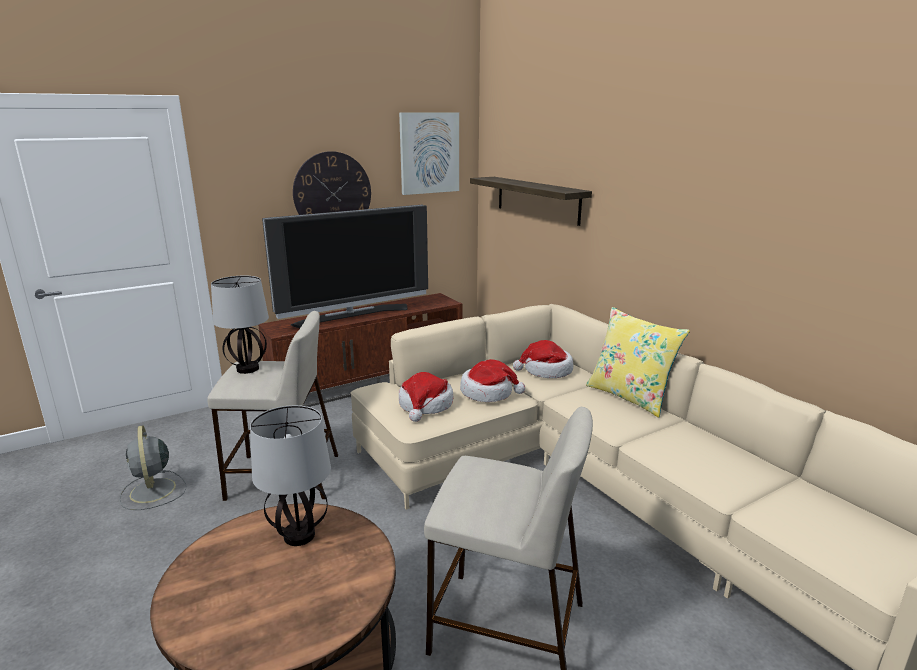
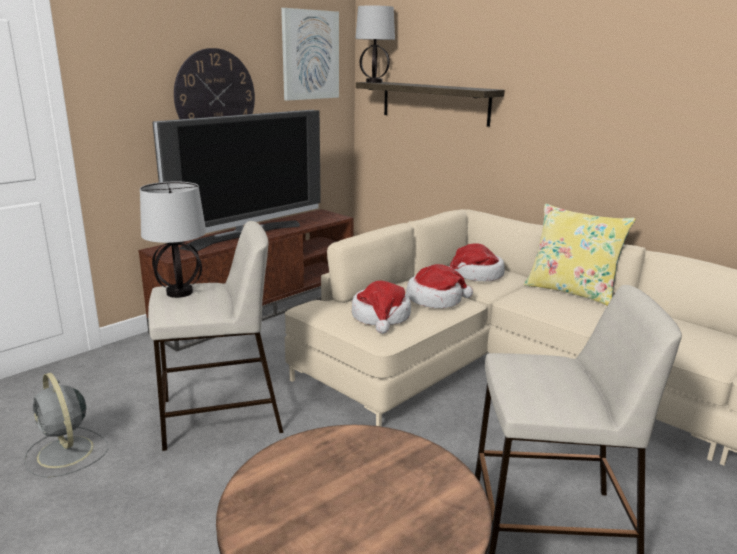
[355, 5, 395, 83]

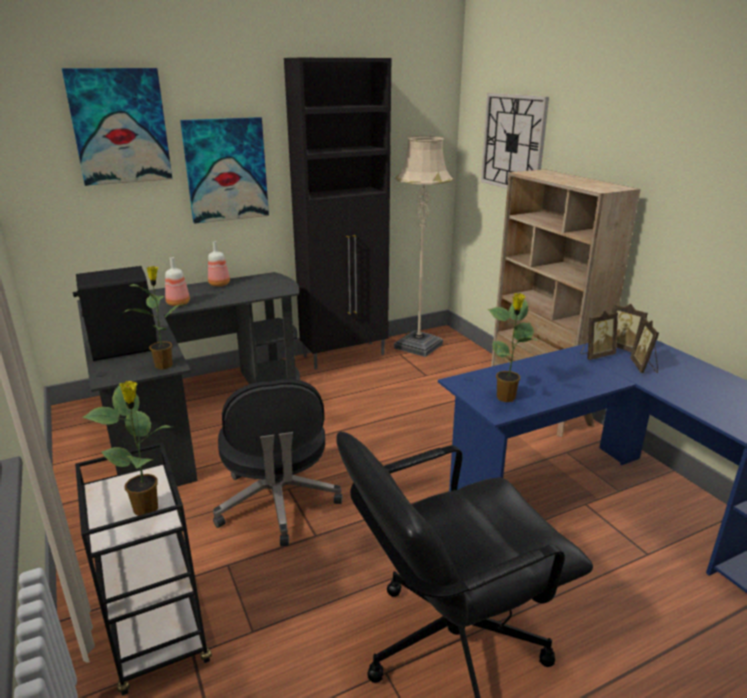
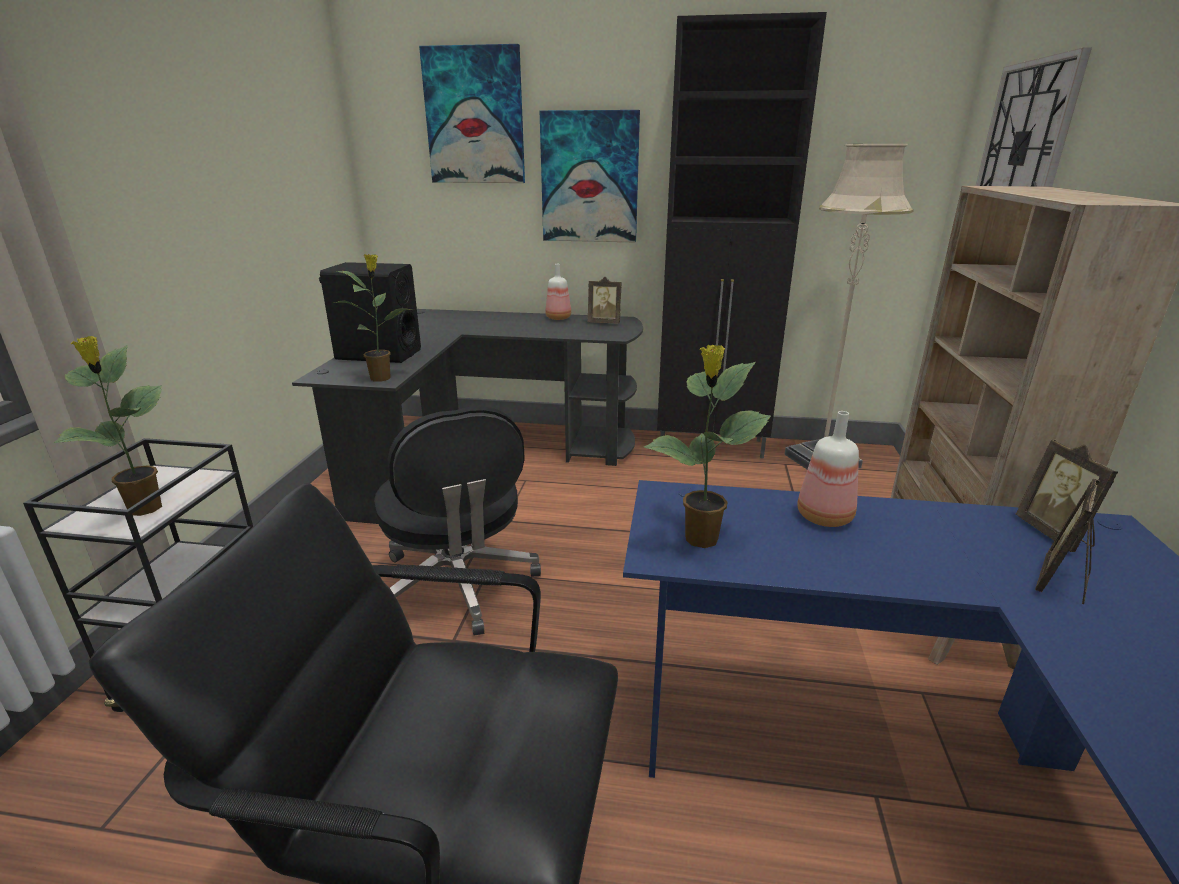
[374, 406, 541, 636]
[588, 277, 621, 324]
[797, 411, 859, 527]

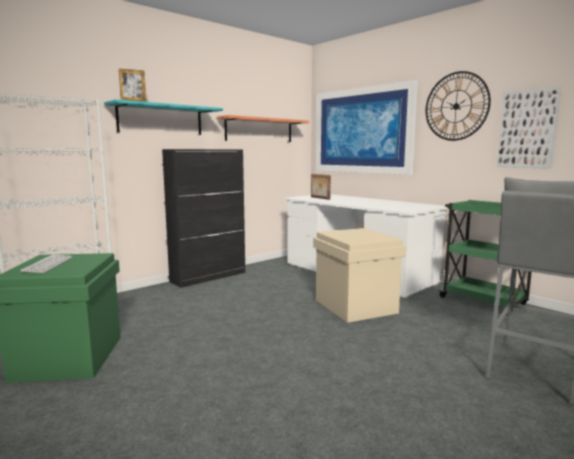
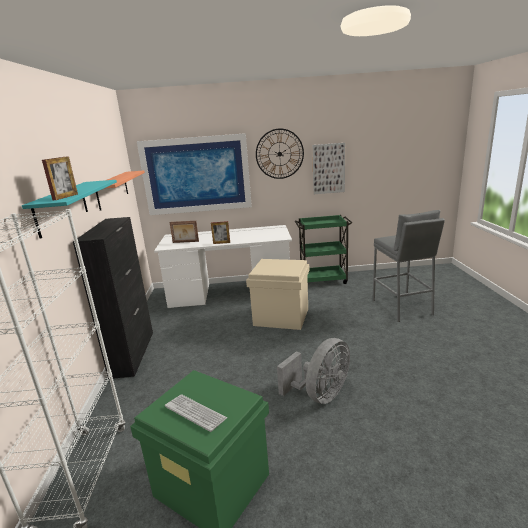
[211, 221, 230, 244]
[277, 338, 350, 404]

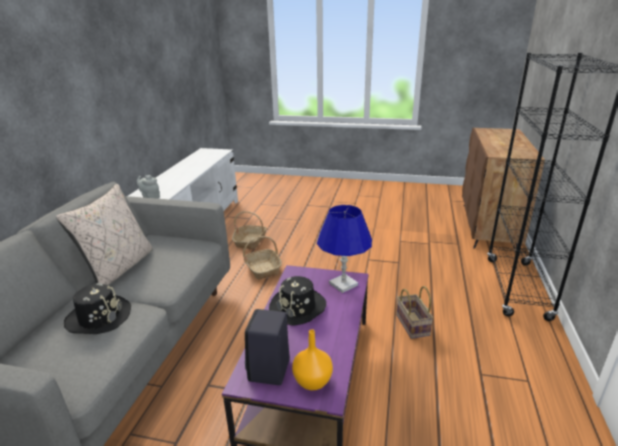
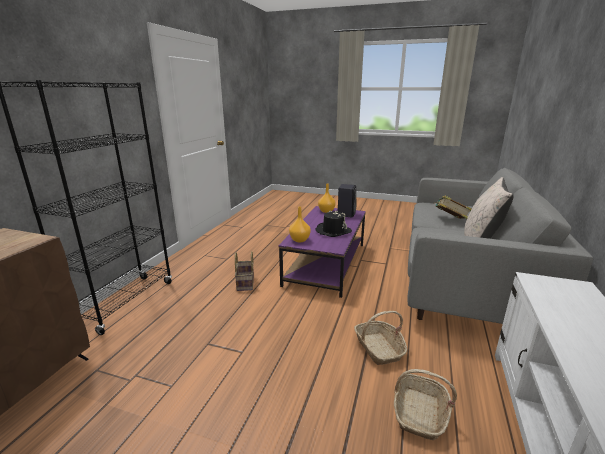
[289, 207, 311, 242]
[435, 196, 472, 219]
[137, 175, 160, 199] (first image)

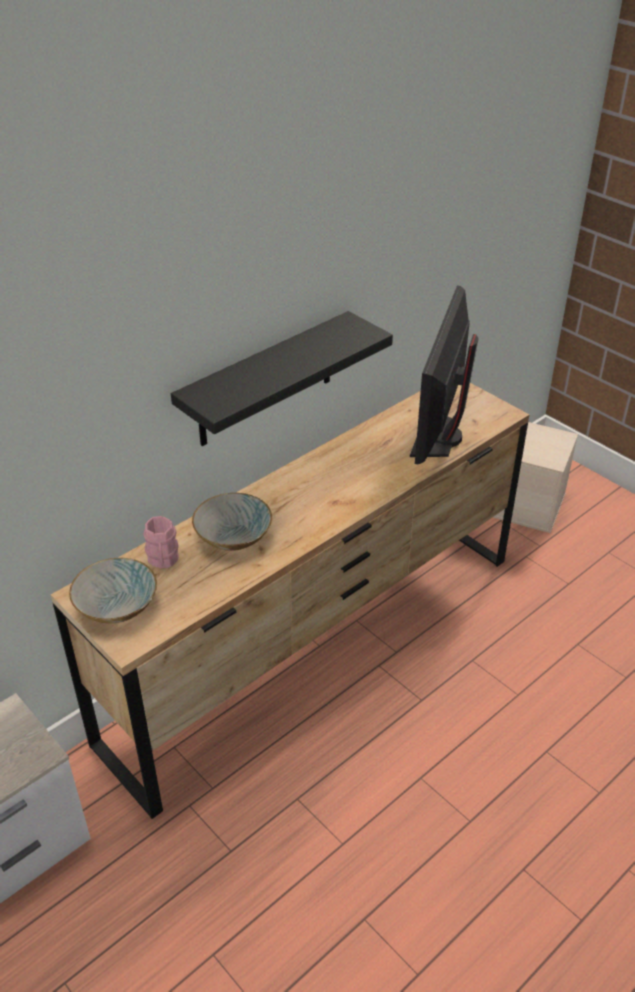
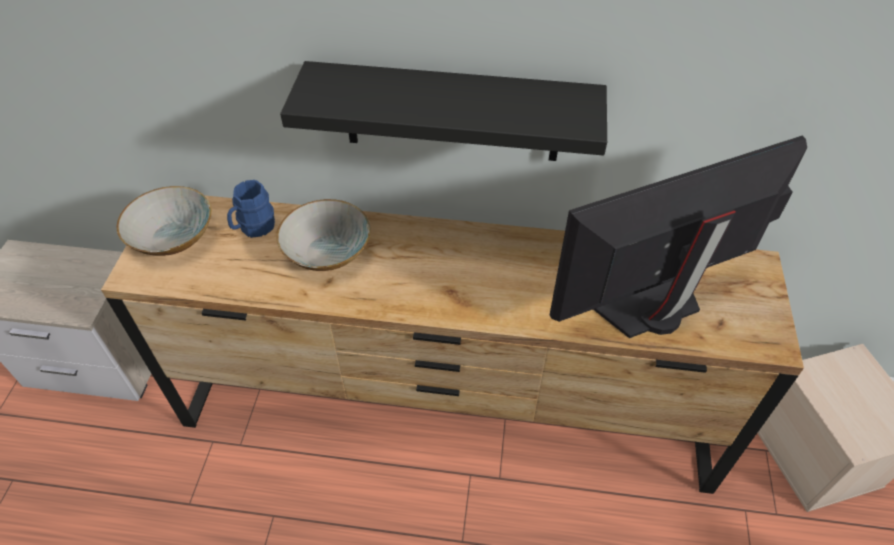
[227, 180, 275, 238]

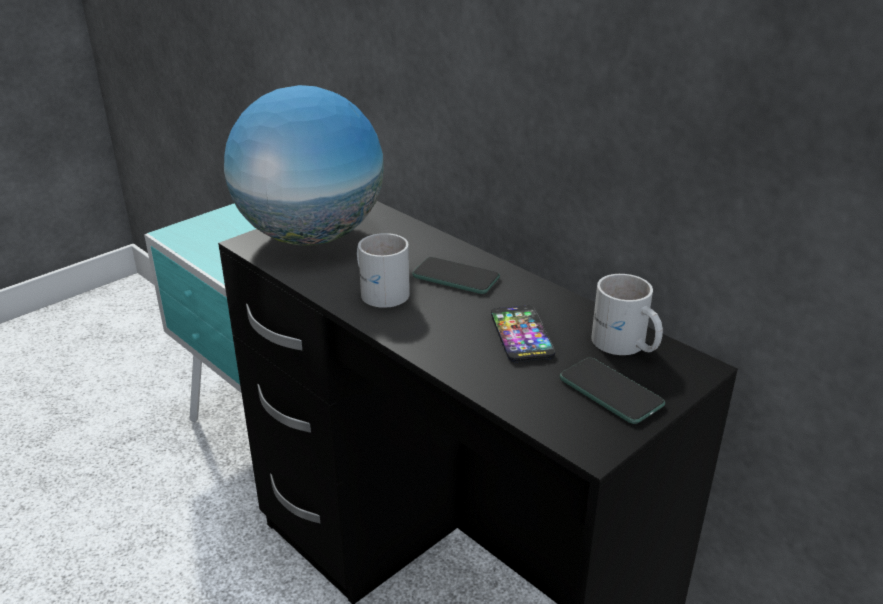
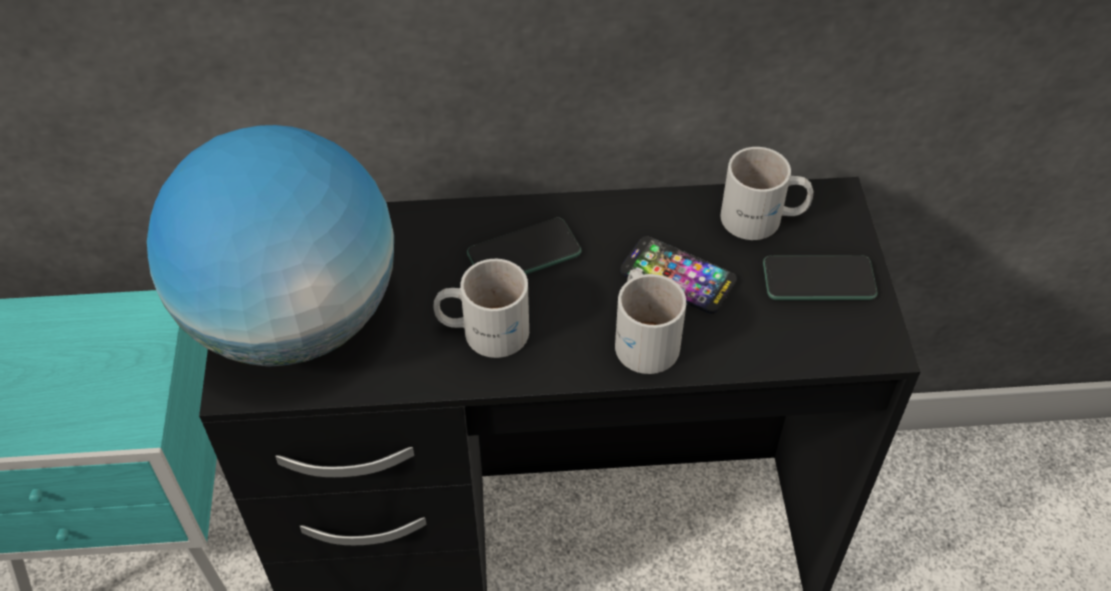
[615, 269, 686, 374]

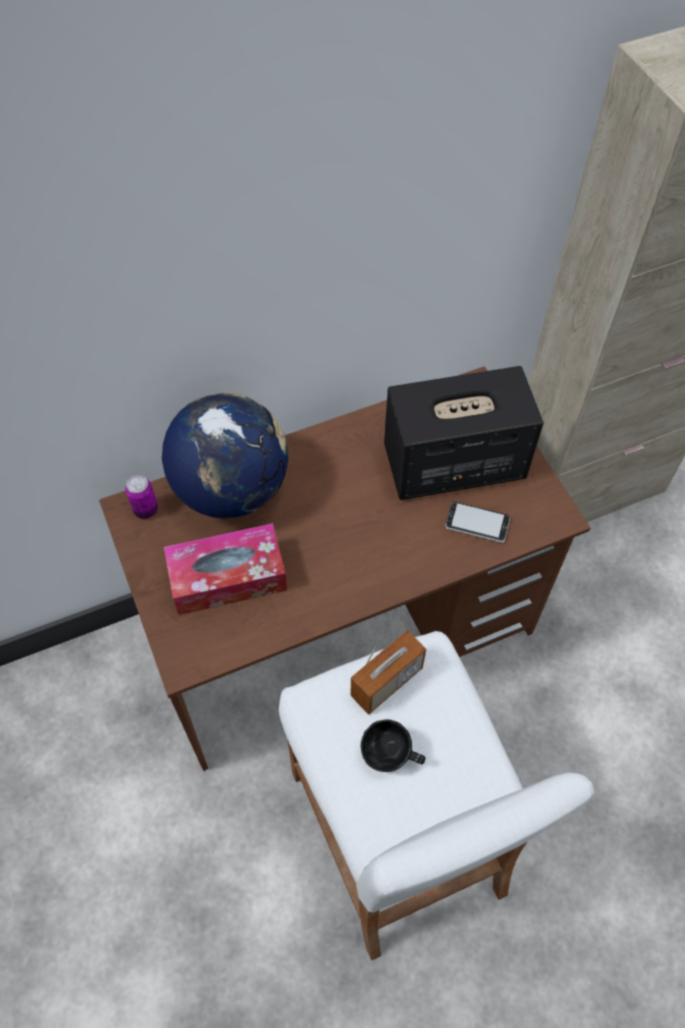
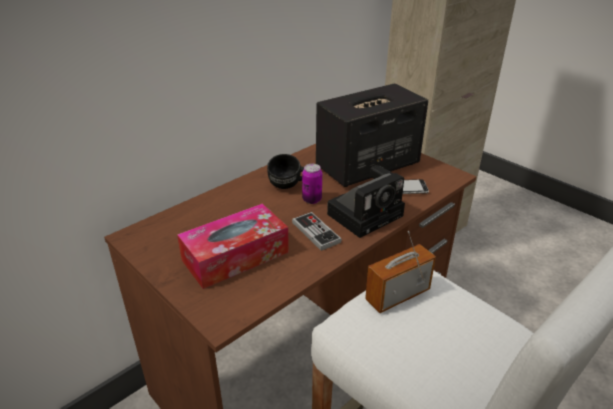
[267, 154, 304, 189]
[292, 212, 342, 251]
[302, 164, 322, 204]
[327, 165, 405, 238]
[365, 231, 436, 313]
[162, 393, 288, 519] (first image)

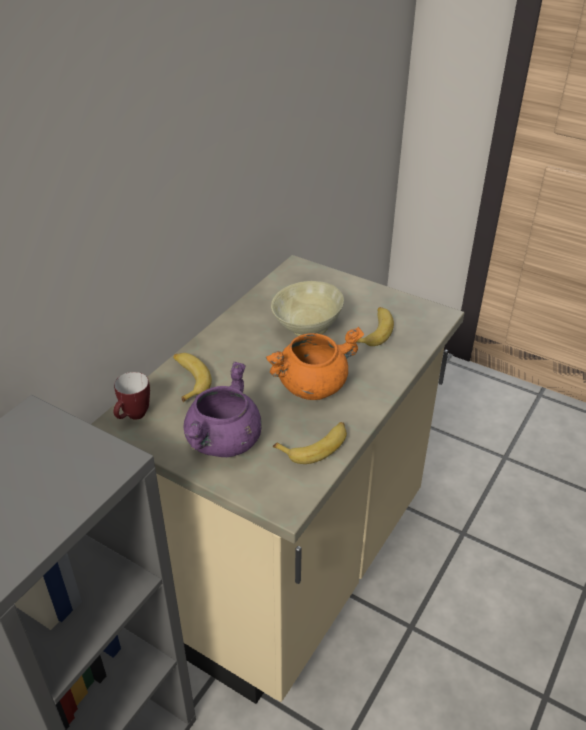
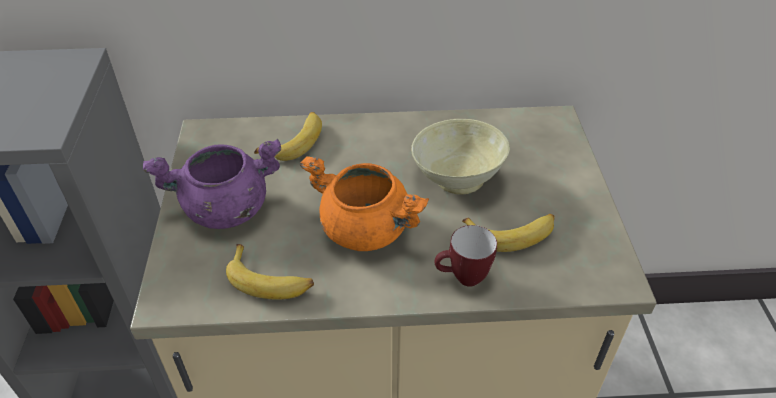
[435, 225, 497, 287]

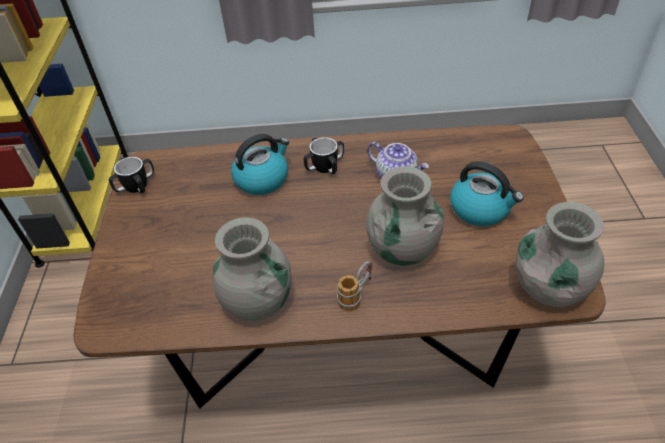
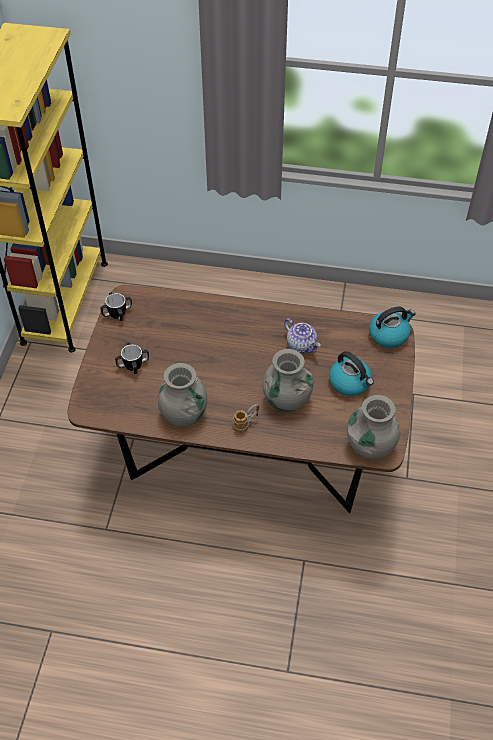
[115, 343, 149, 374]
[369, 306, 415, 348]

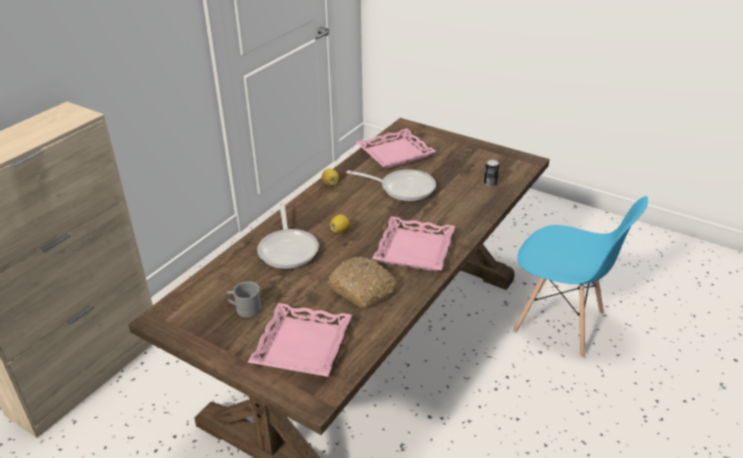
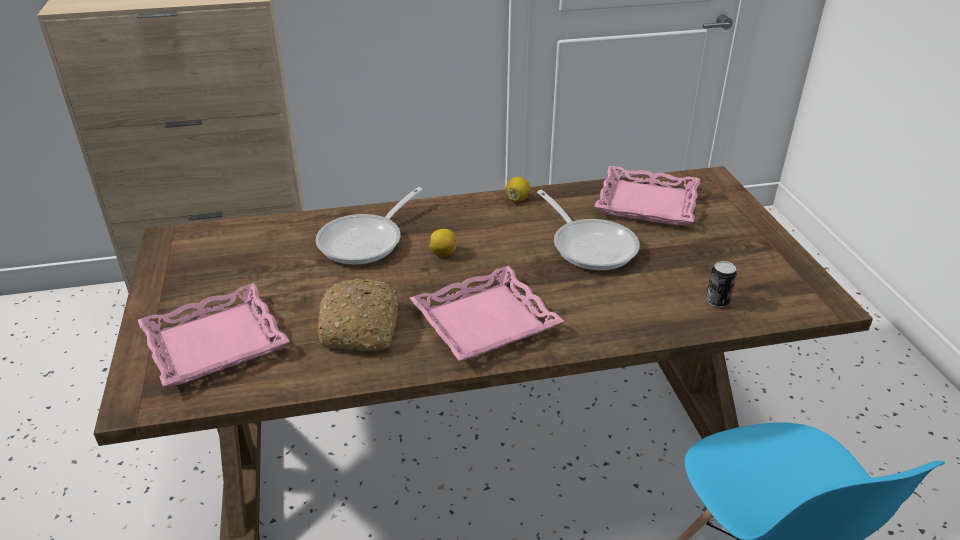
[226, 282, 262, 318] (first image)

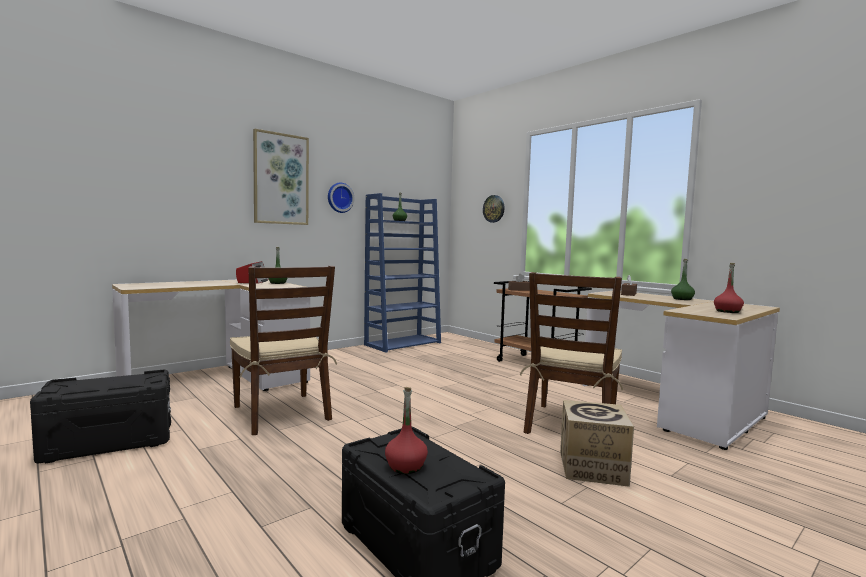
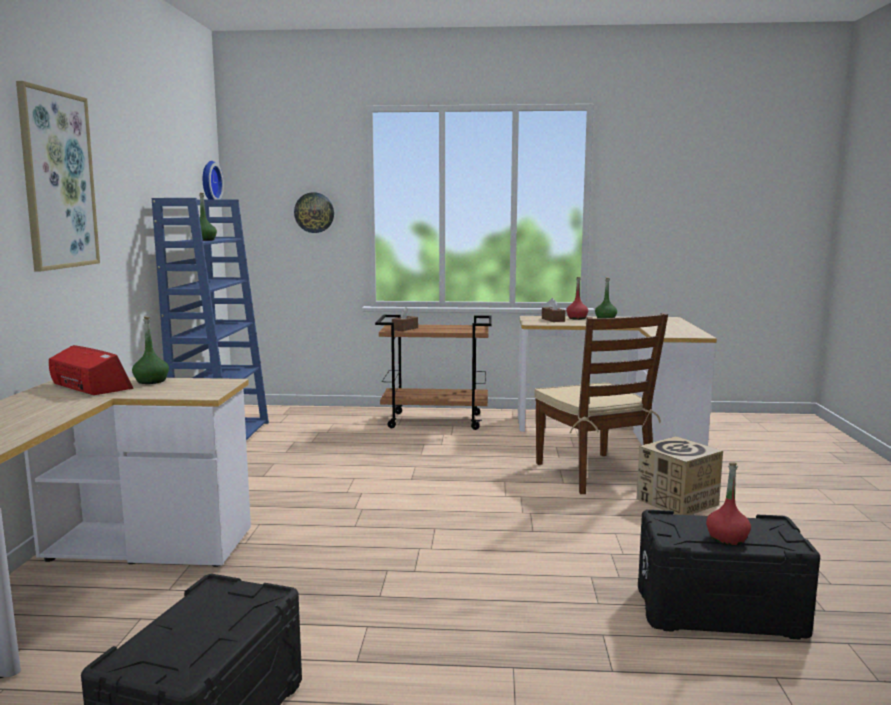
[203, 161, 224, 200]
[566, 277, 588, 320]
[230, 266, 337, 435] (first image)

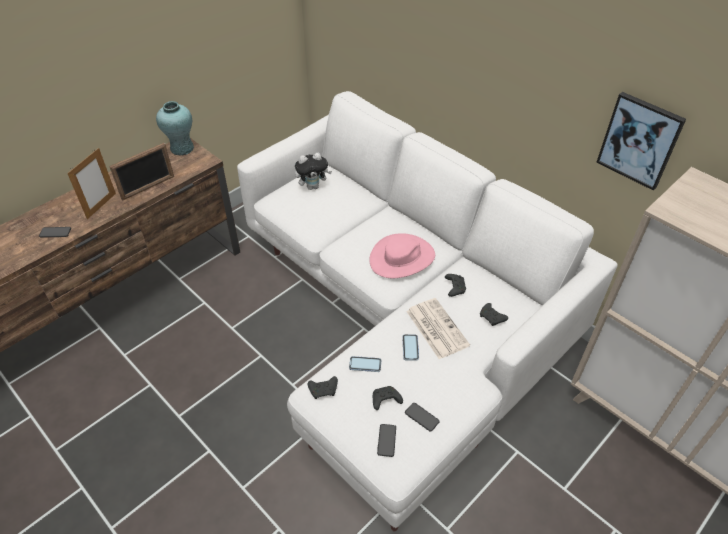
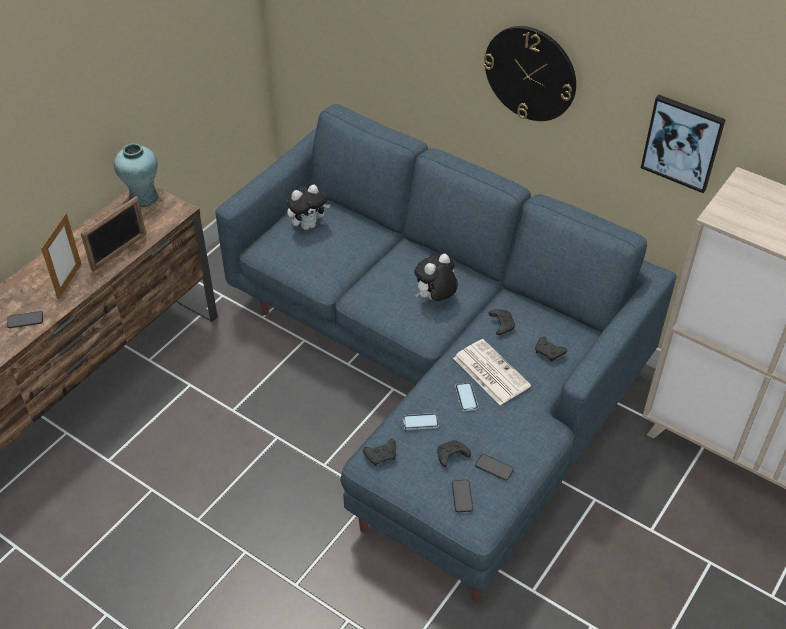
[215, 104, 677, 602]
[414, 253, 458, 301]
[484, 26, 576, 121]

